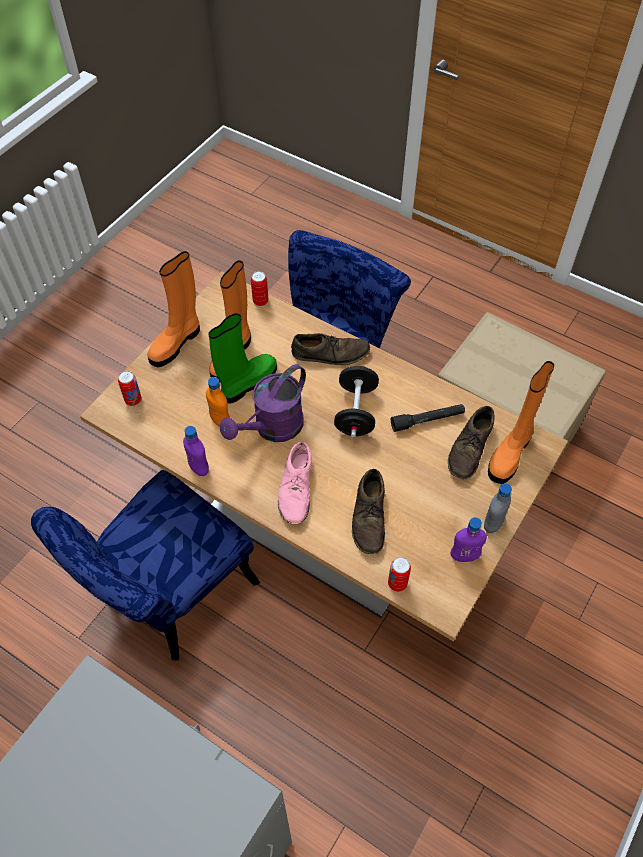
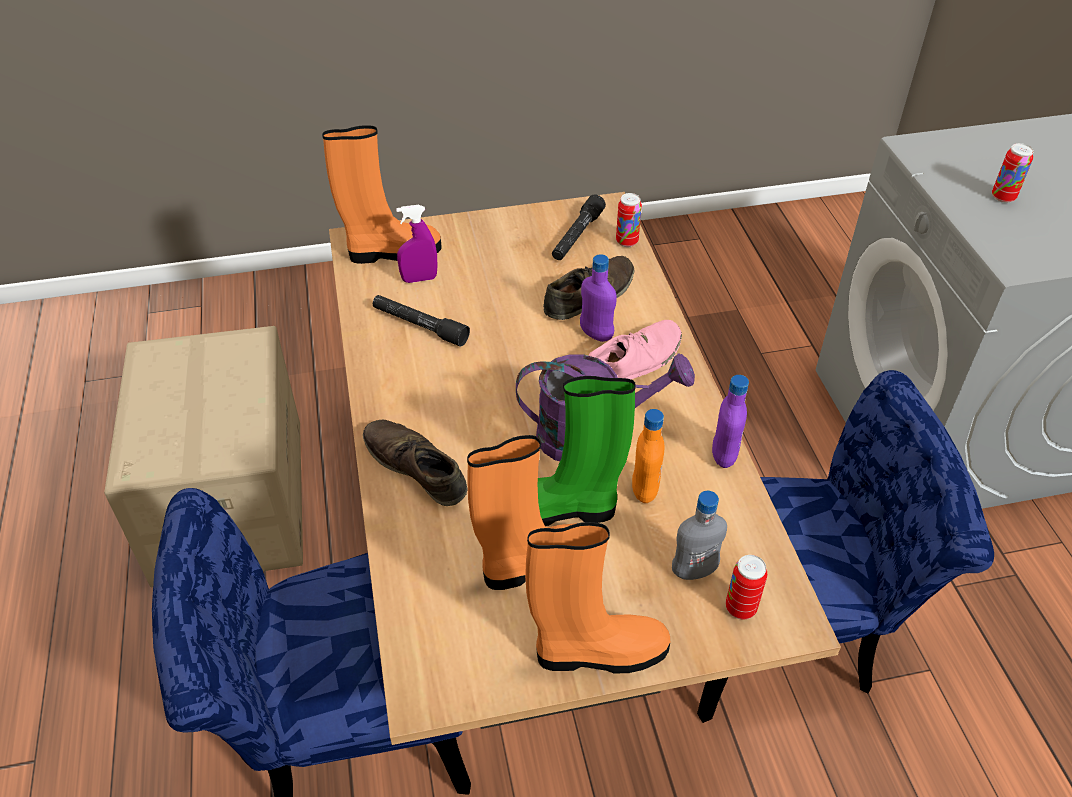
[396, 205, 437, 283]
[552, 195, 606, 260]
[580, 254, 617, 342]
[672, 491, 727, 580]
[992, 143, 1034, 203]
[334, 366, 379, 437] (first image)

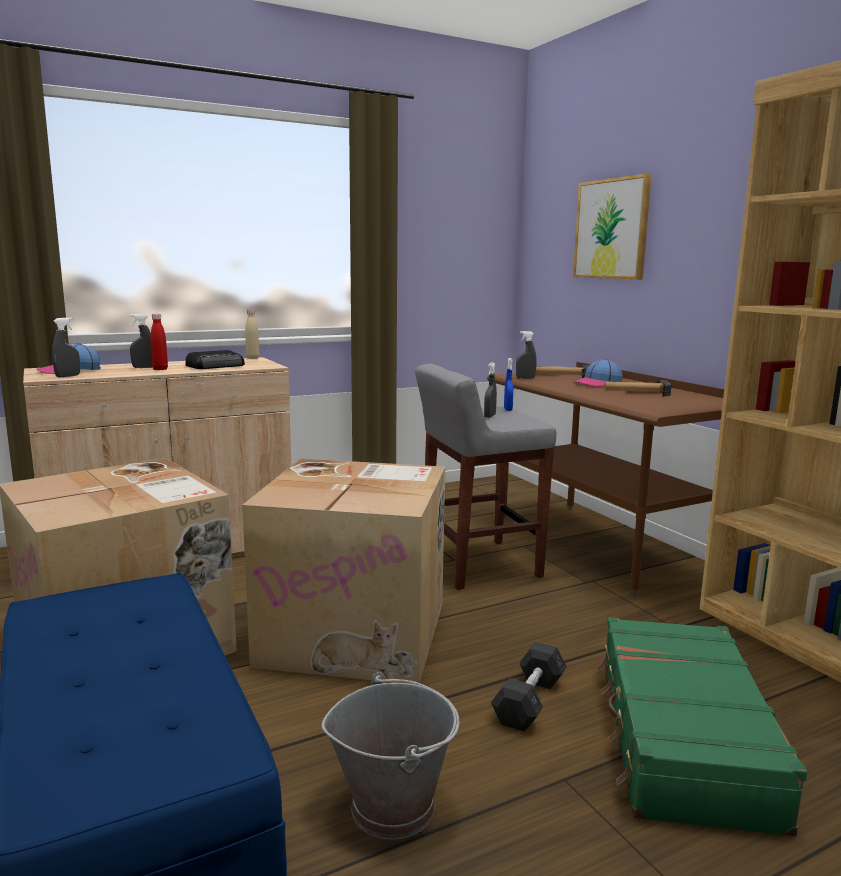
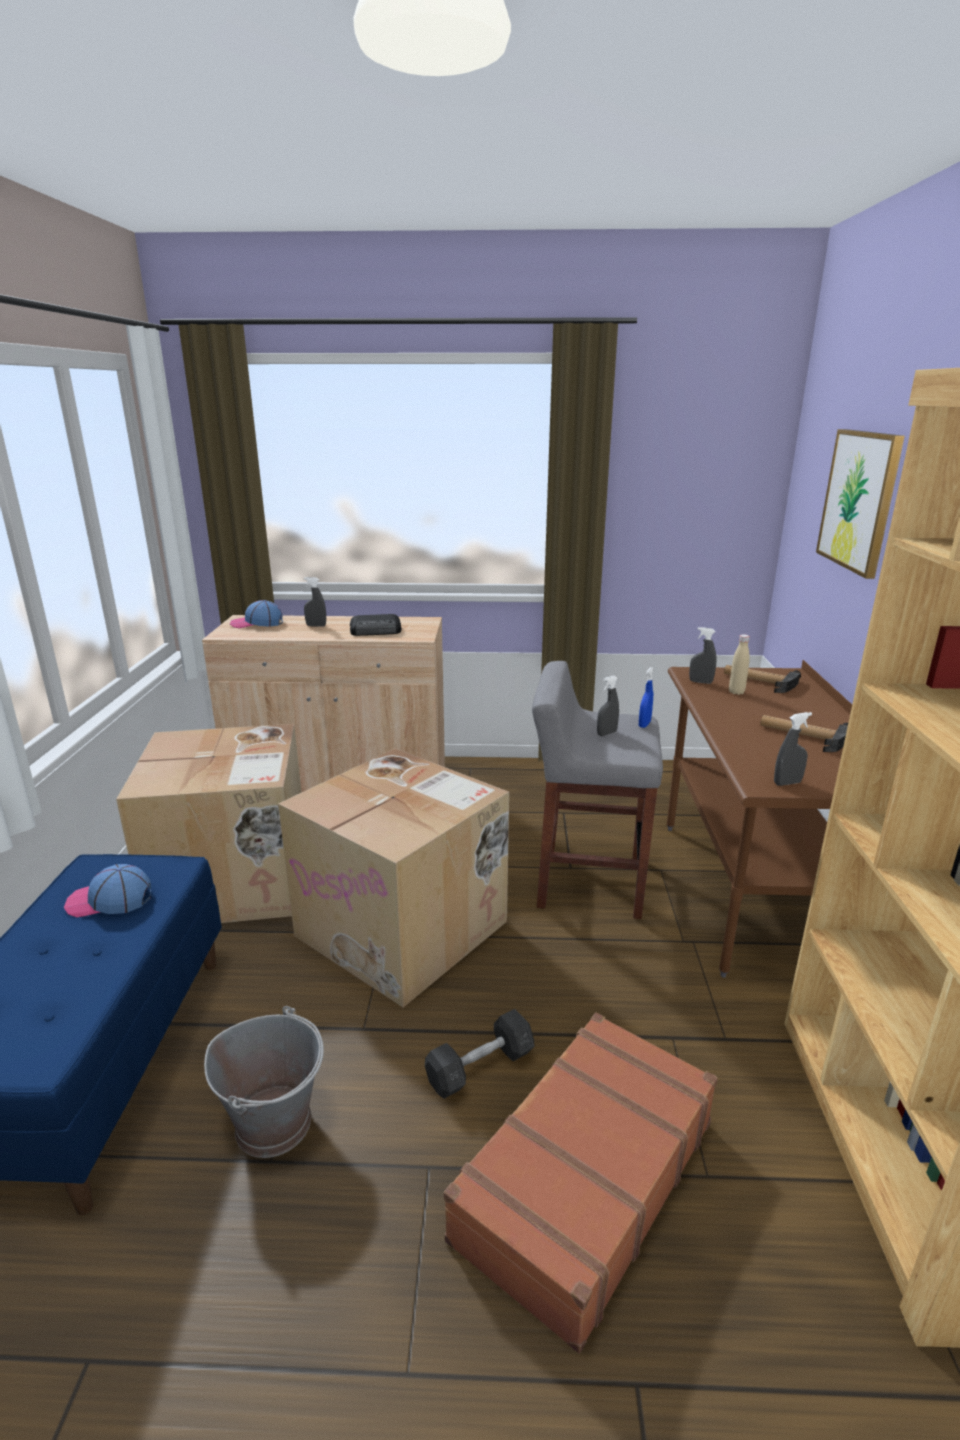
[64, 864, 151, 918]
[444, 1013, 718, 1353]
[729, 634, 750, 695]
[774, 712, 812, 786]
[150, 314, 168, 370] (first image)

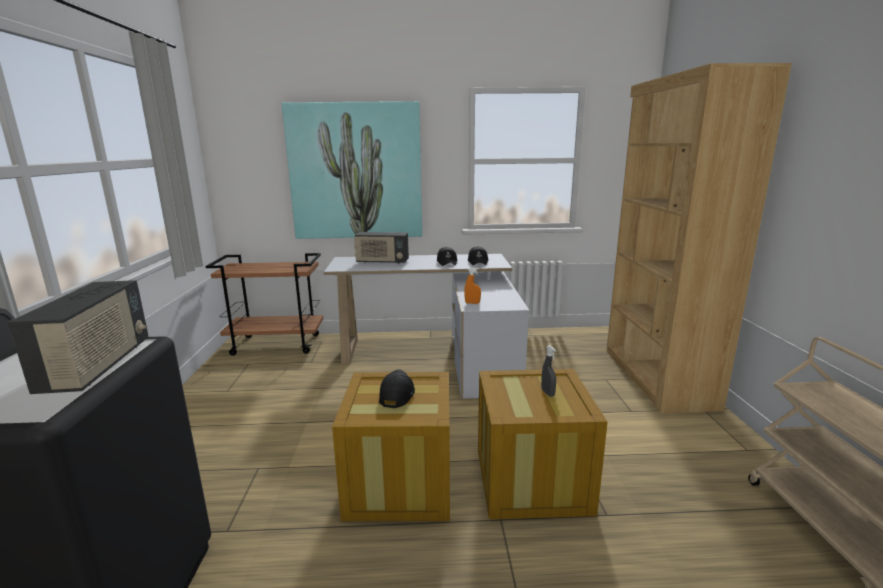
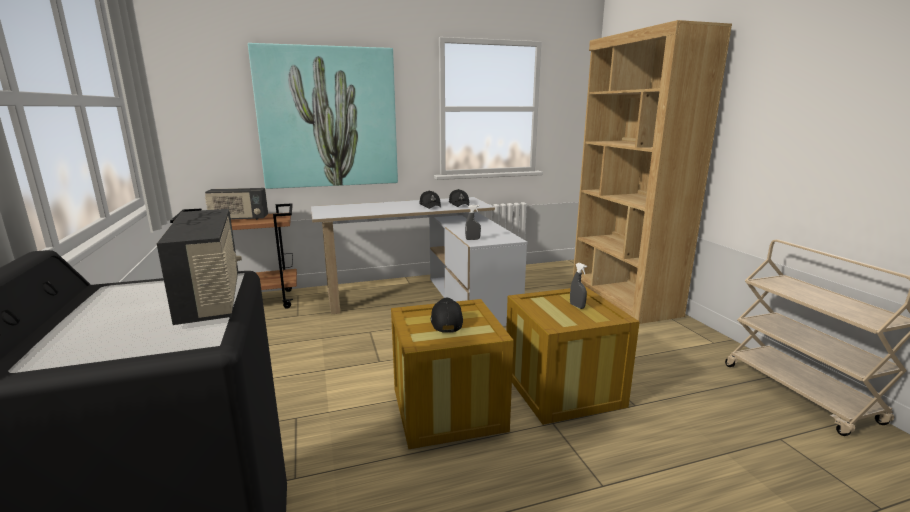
[205, 188, 268, 220]
[465, 205, 481, 240]

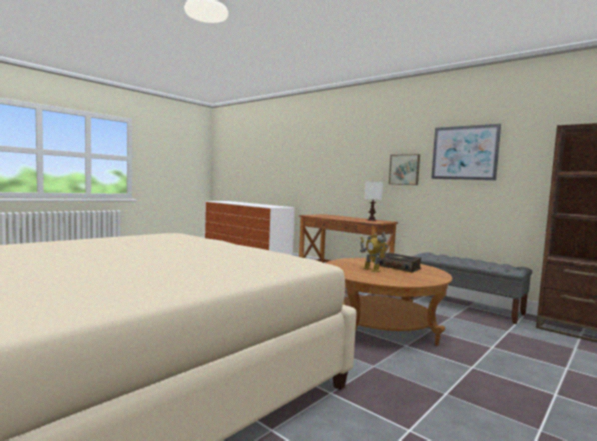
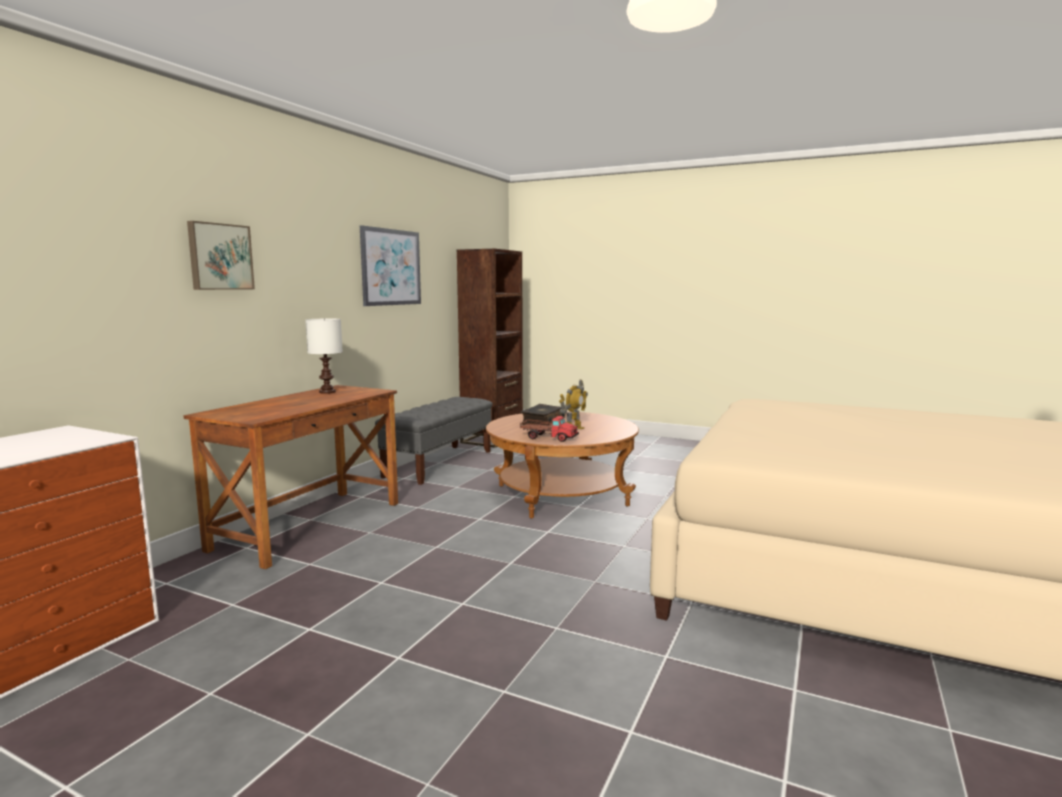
[187, 221, 255, 290]
[520, 416, 579, 442]

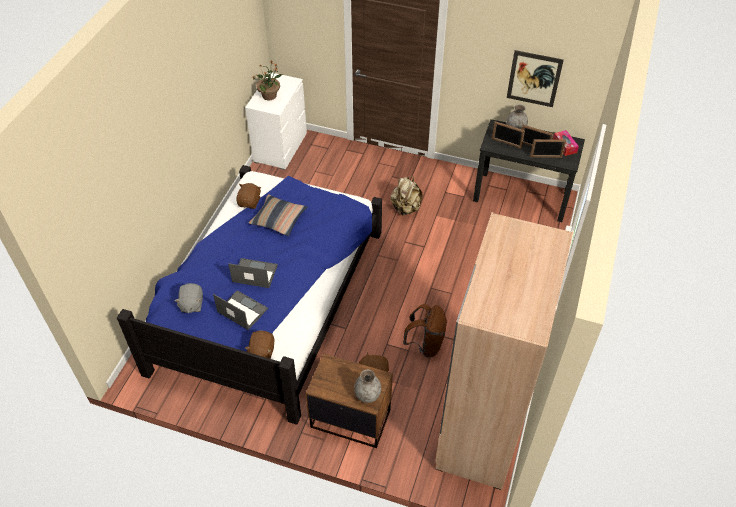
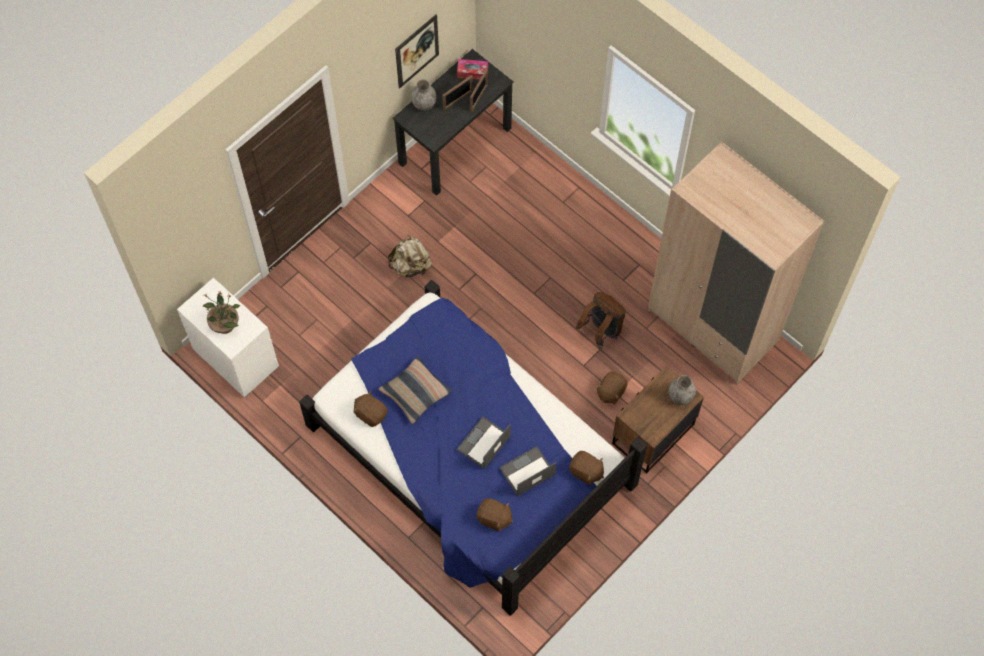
[476, 498, 513, 532]
[492, 121, 525, 148] (first image)

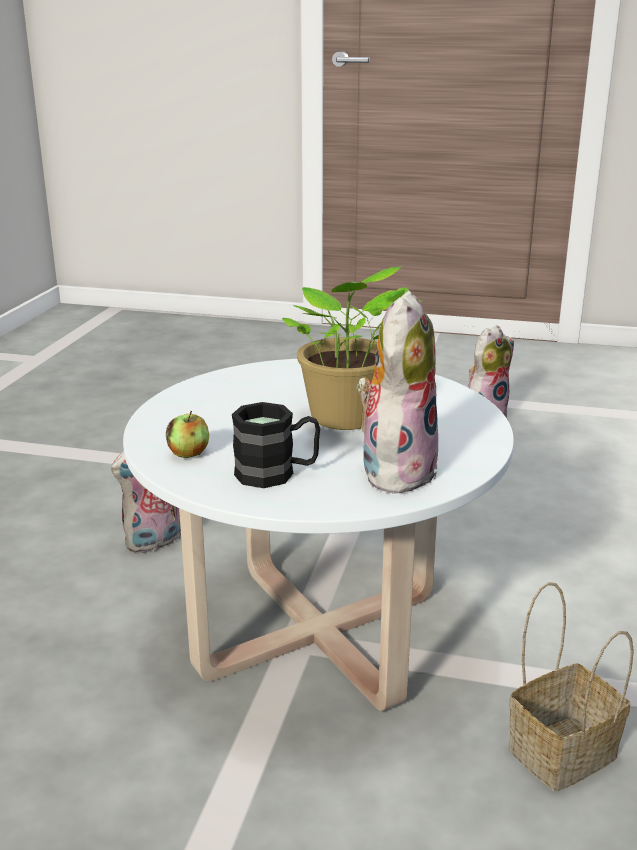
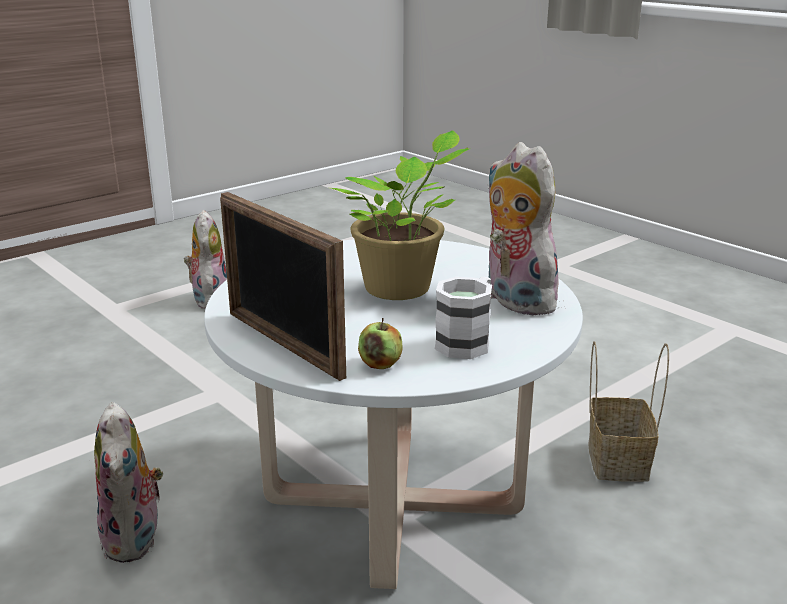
[220, 192, 346, 381]
[435, 277, 492, 359]

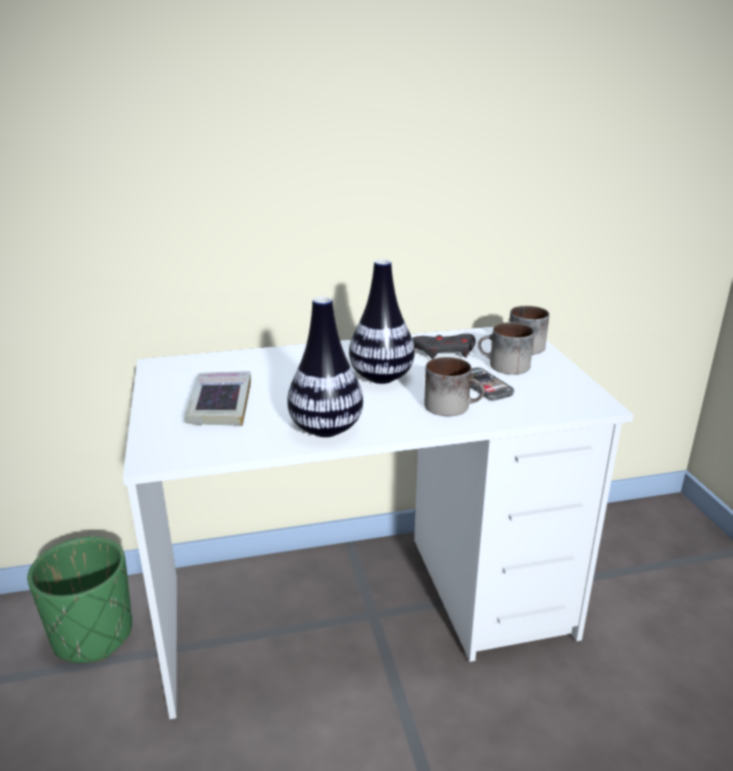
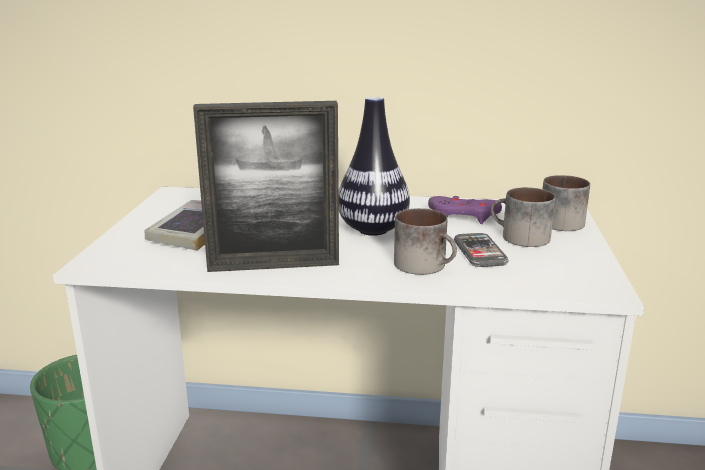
[193, 101, 339, 272]
[428, 196, 502, 224]

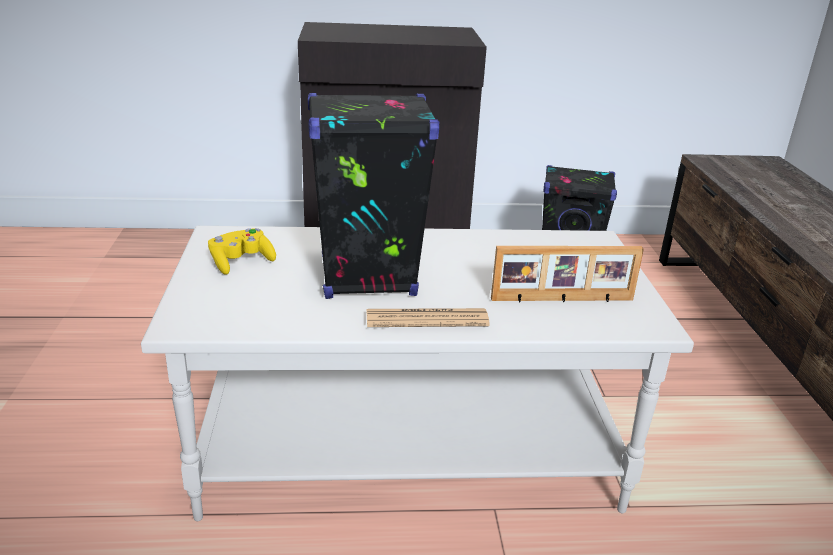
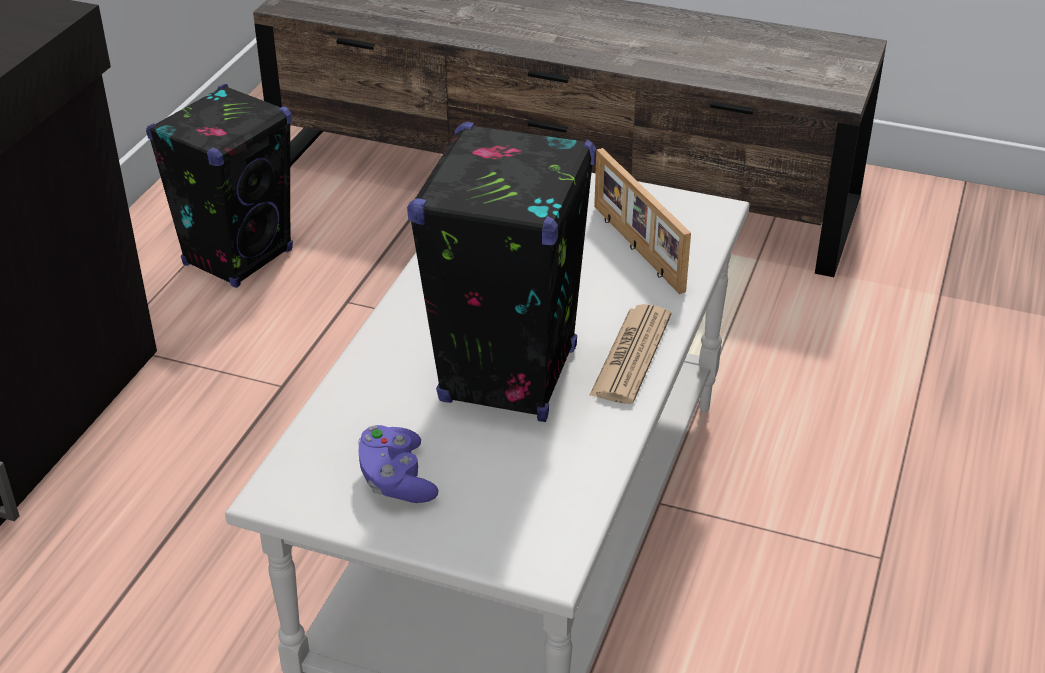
[358, 425, 438, 503]
[594, 148, 691, 294]

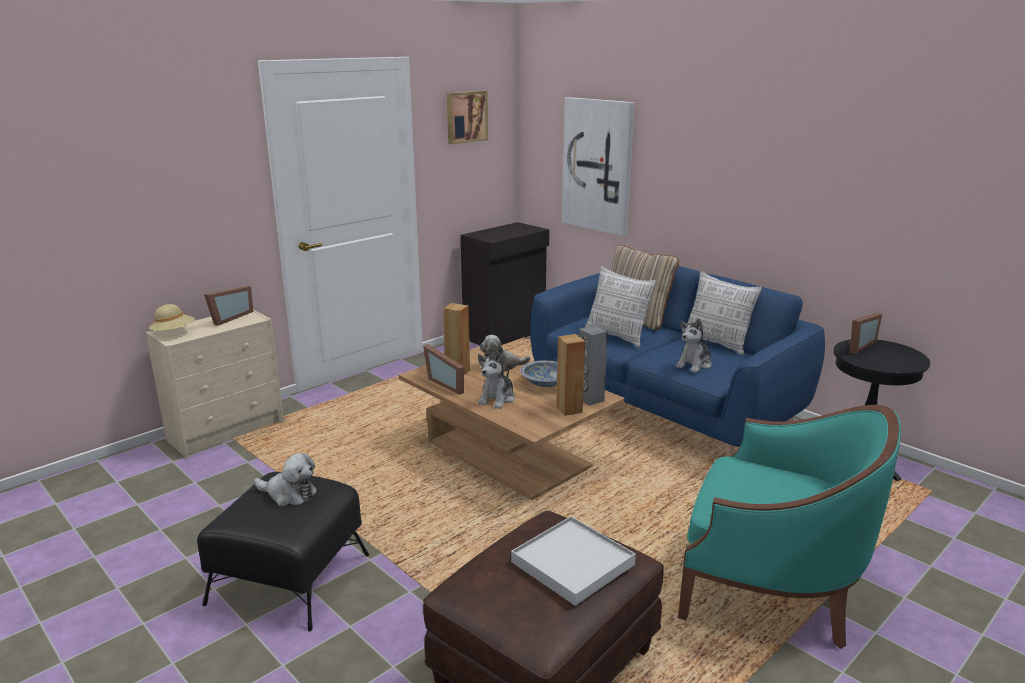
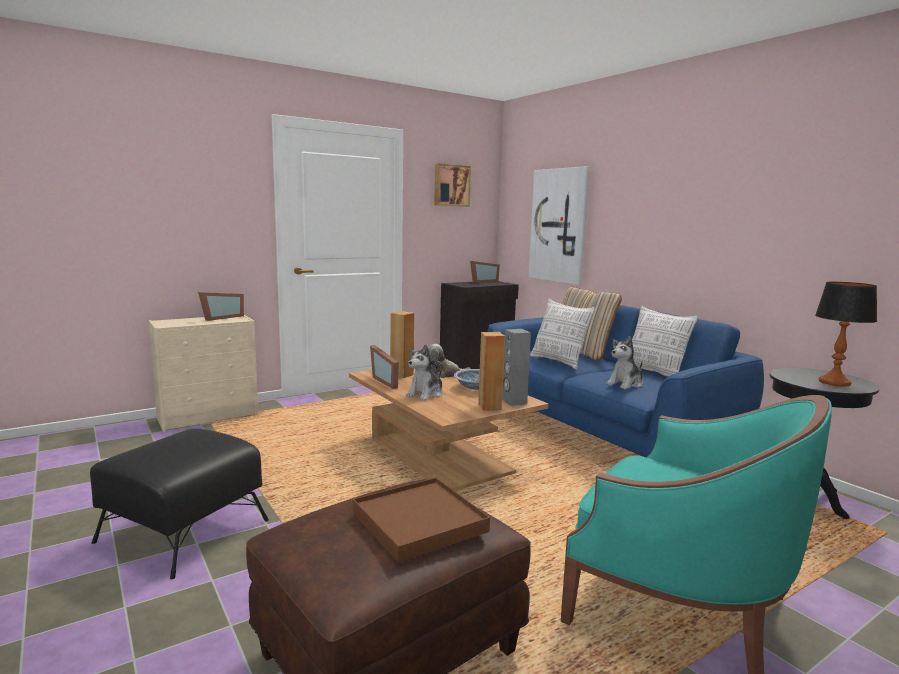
[353, 477, 490, 562]
[470, 261, 500, 283]
[815, 282, 877, 387]
[149, 304, 195, 331] (first image)
[254, 453, 317, 506] (first image)

